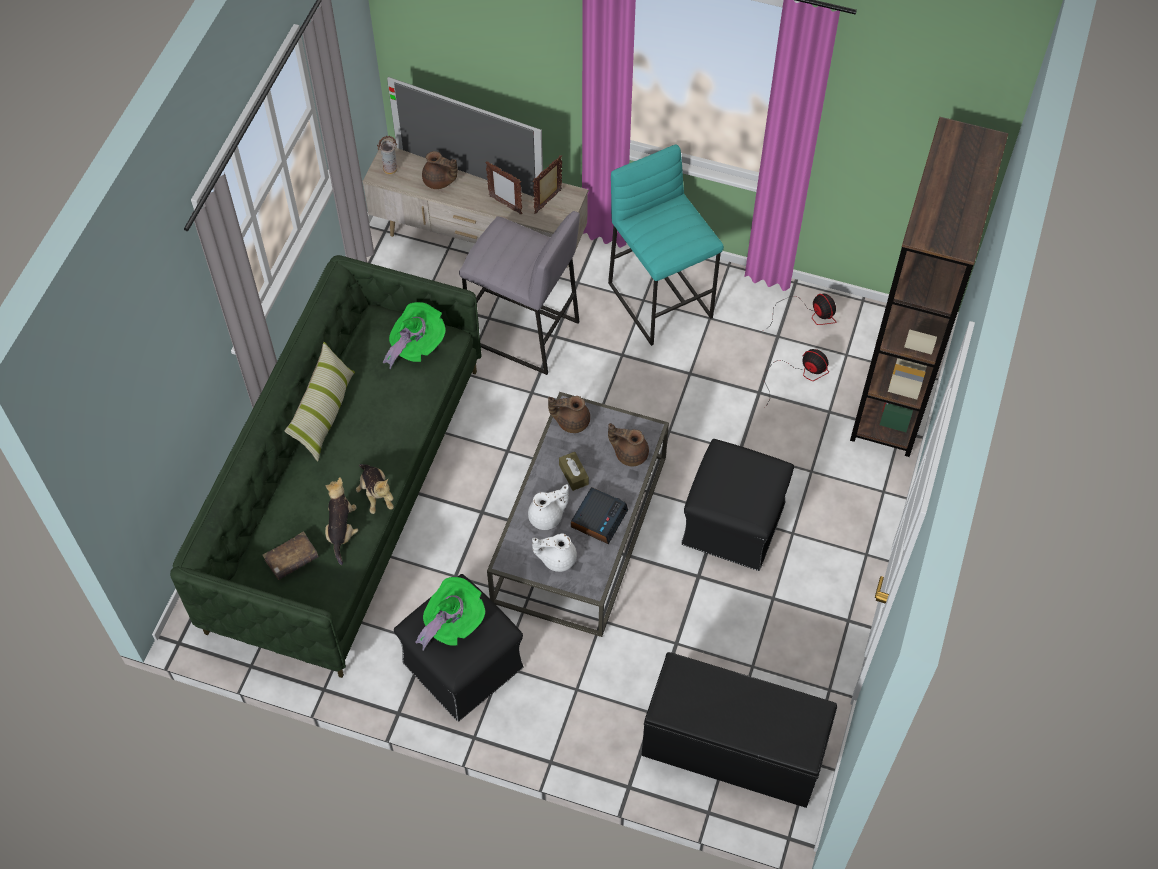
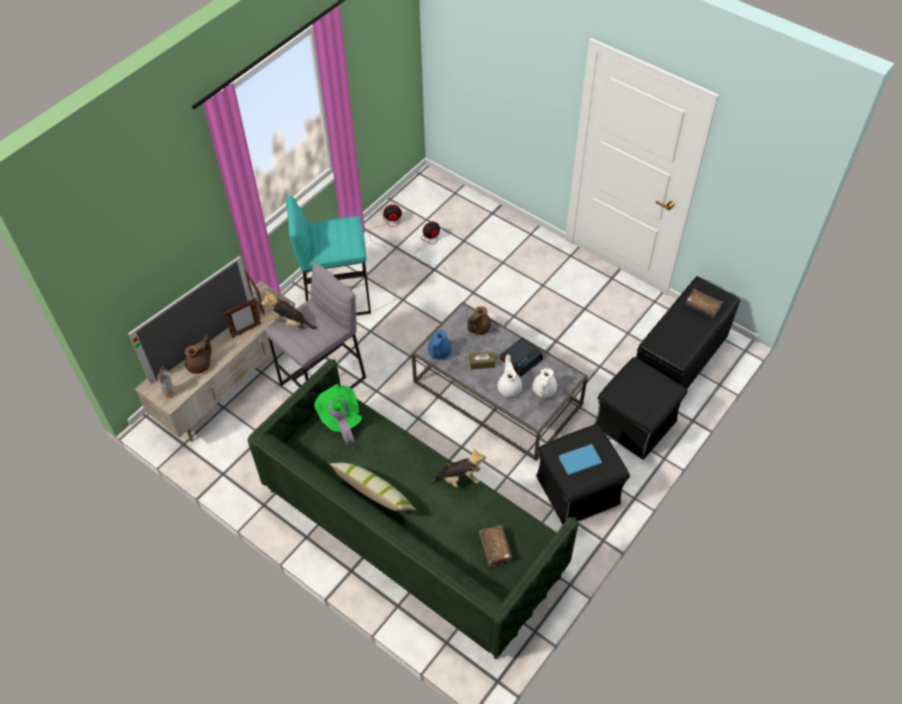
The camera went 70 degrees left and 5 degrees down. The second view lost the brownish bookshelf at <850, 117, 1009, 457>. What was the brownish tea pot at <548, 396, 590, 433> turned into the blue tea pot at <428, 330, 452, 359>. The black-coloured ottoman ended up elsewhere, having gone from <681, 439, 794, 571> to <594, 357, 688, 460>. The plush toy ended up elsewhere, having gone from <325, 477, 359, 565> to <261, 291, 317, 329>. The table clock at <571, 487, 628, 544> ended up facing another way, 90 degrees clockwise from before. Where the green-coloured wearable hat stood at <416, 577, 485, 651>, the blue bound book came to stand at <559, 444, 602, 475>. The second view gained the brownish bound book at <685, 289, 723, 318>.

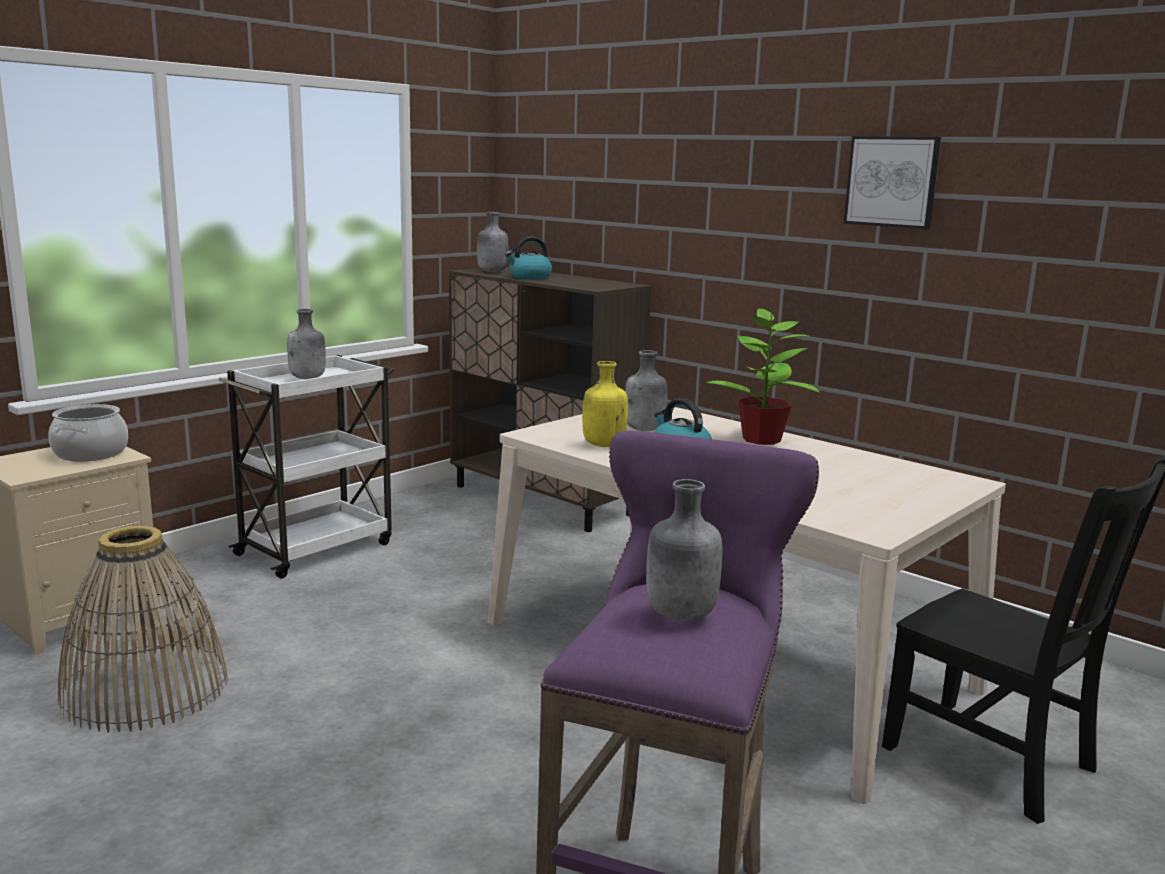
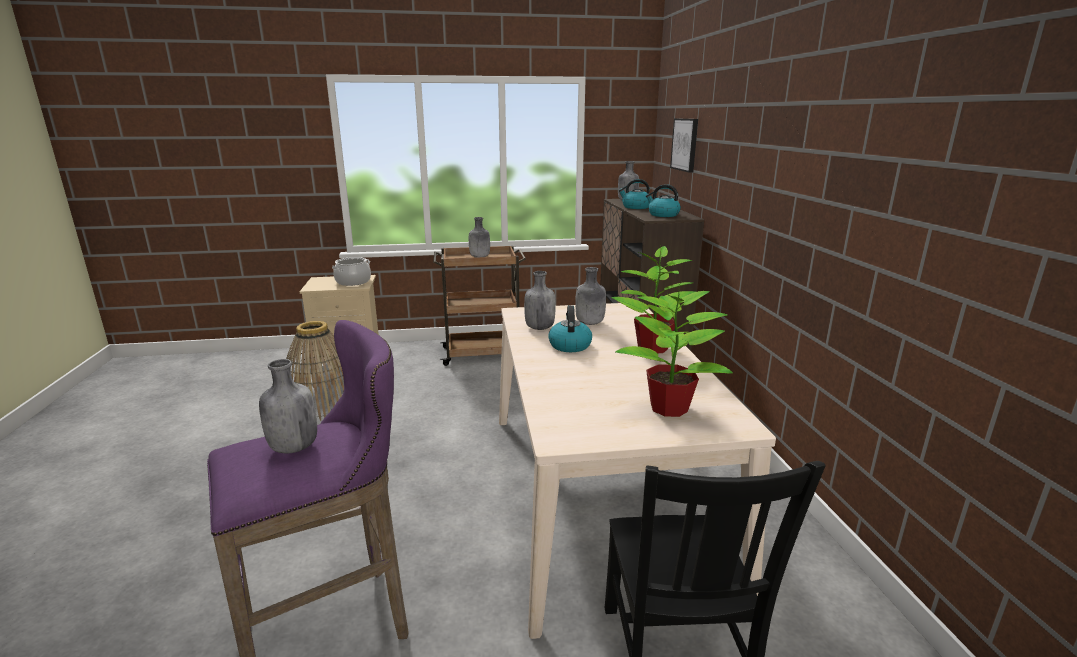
The camera went 40 degrees right and 5 degrees up. The wall art ended up elsewhere, having gone from <844, 136, 941, 229> to <670, 119, 698, 173>. What was the white-coloured wheeled cart at <218, 355, 394, 578> turned into the brownish wheeled cart at <433, 246, 526, 366>. What was the yellowish bottle at <582, 361, 628, 447> turned into the grey bottle at <524, 271, 556, 330>. The second view gained the kettle at <646, 184, 681, 217>. The second view gained the houseplant at <615, 282, 733, 417>.

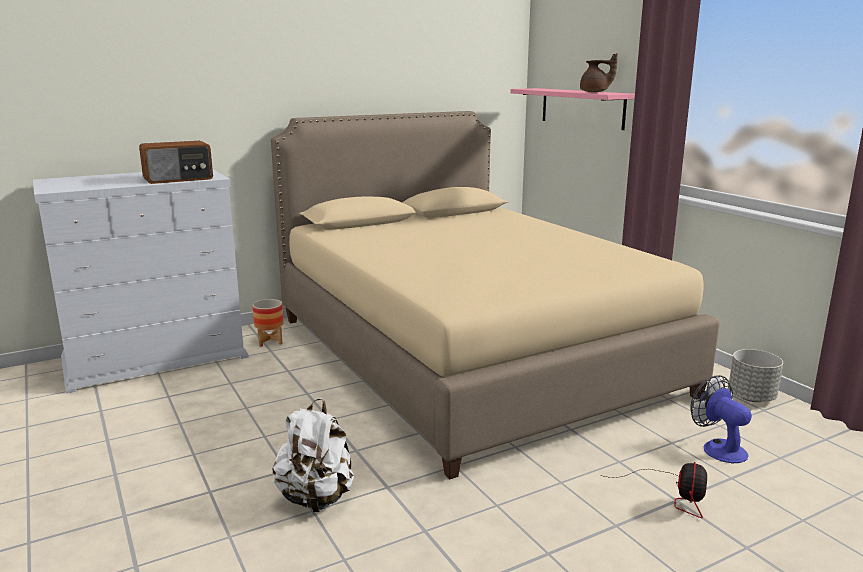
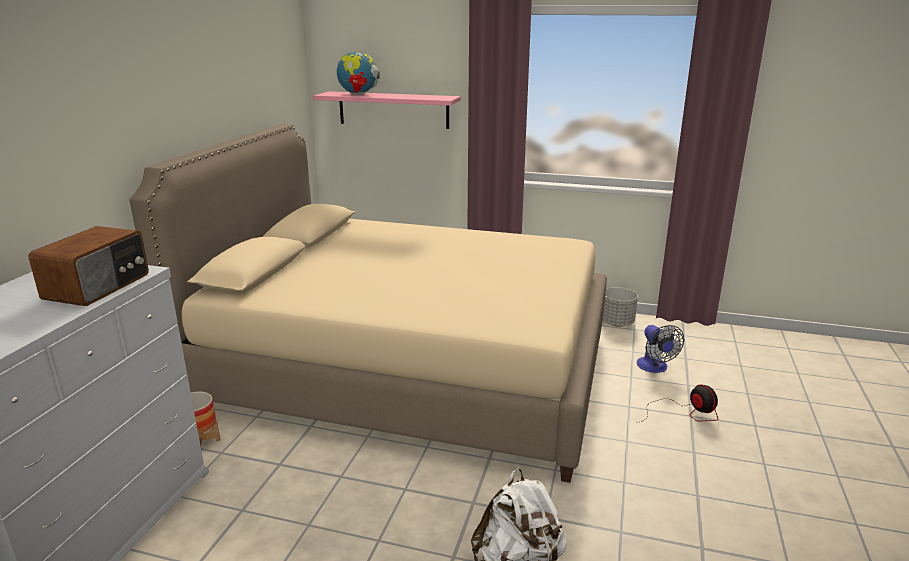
The camera went 45 degrees left and 5 degrees up. The second view lost the brownish tea pot at <580, 53, 618, 92>. The electric fan at <691, 375, 752, 463> ended up facing another way, 120 degrees counterclockwise from before. The second view gained the globe at <337, 51, 380, 95>.

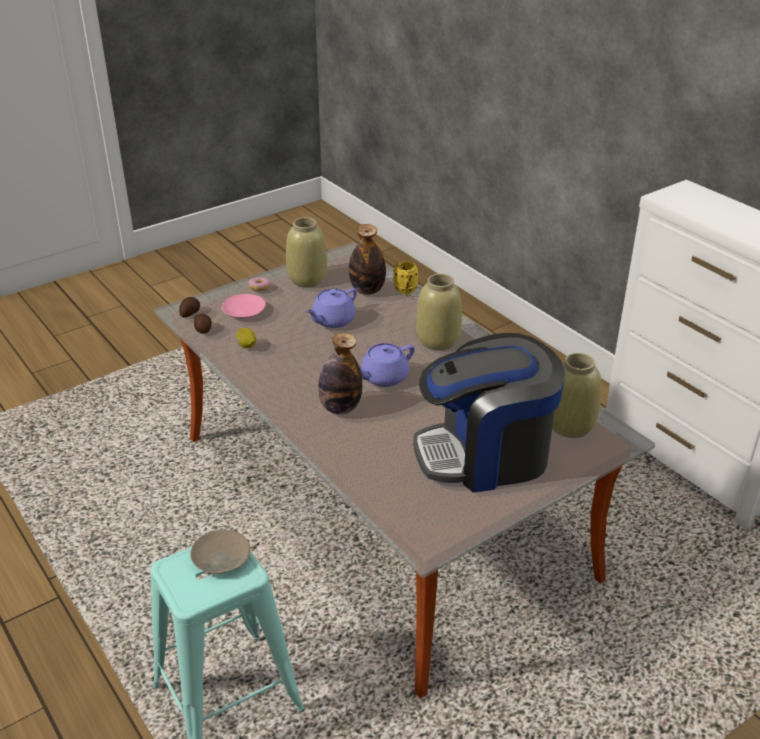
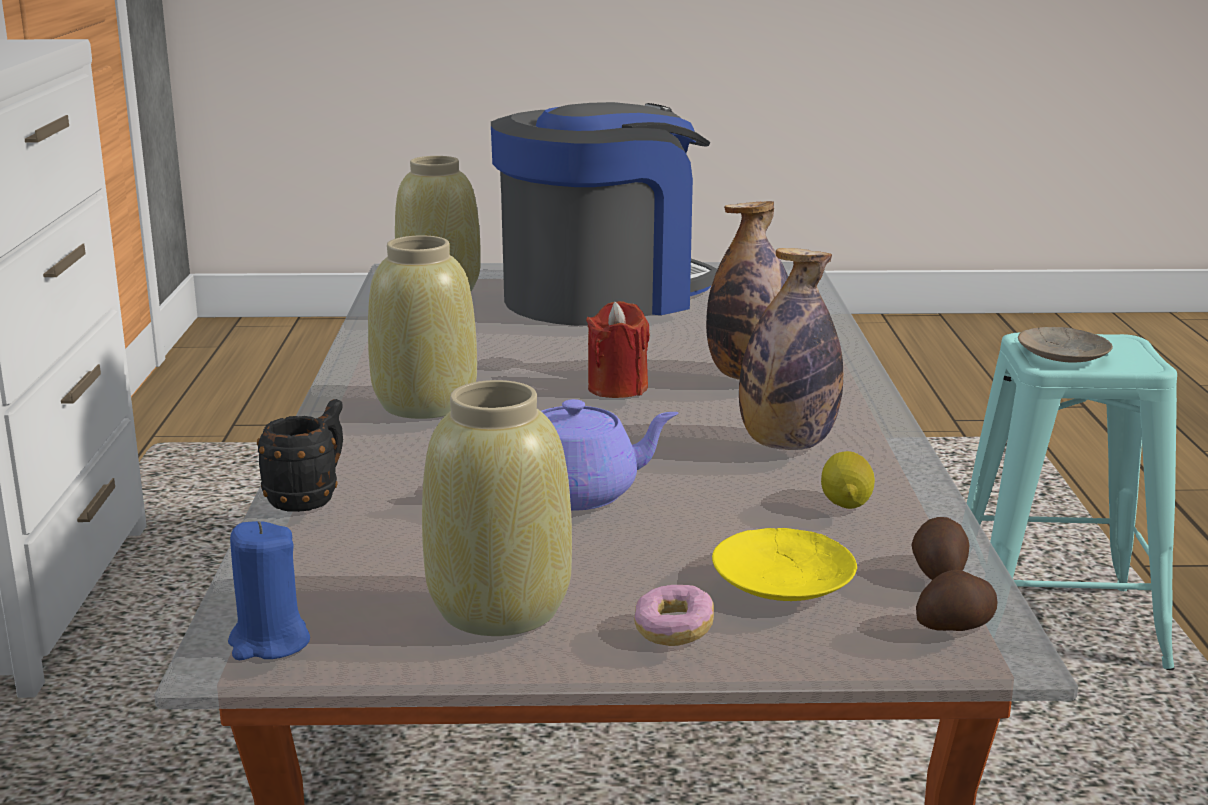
The camera went 145 degrees left and 15 degrees down. The bottle ended up elsewhere, having gone from <349, 224, 386, 295> to <739, 248, 843, 450>. What was the yellowish coffee mug at <393, 261, 419, 296> turned into the black-coloured coffee mug at <257, 399, 343, 512>. What was the pink plate at <222, 294, 266, 318> turned into the yellowish plate at <712, 528, 857, 601>. The coffee maker at <413, 333, 565, 493> ended up facing another way, 60 degrees counterclockwise from before. Where the purple-coloured tea pot stood at <359, 343, 415, 387>, the reddish wax candle came to stand at <586, 301, 650, 398>. The second view gained the blue wax candle at <228, 521, 310, 660>.

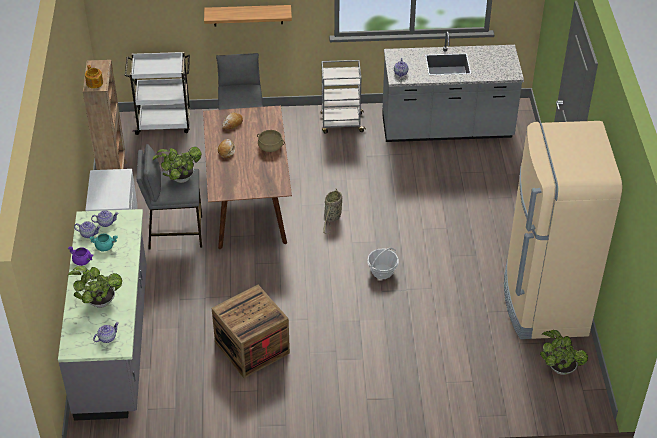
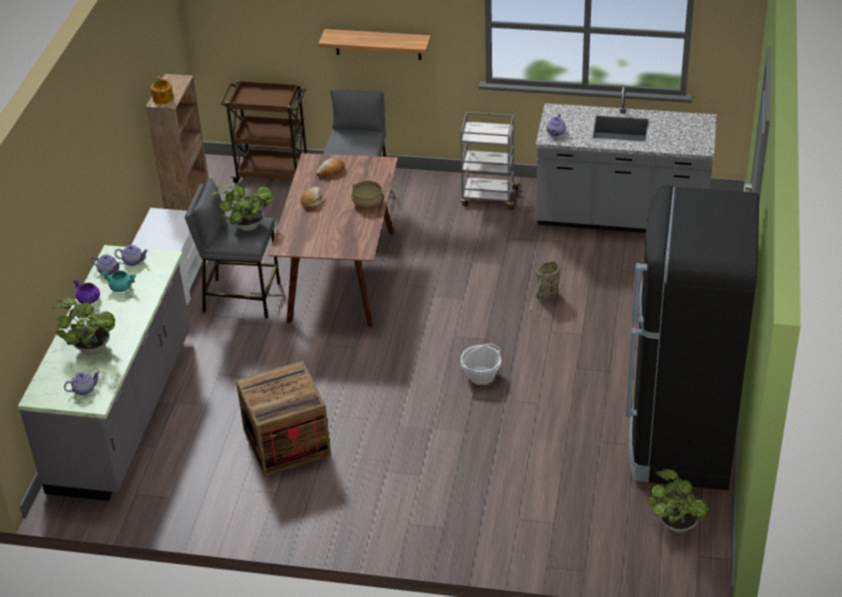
The camera went 15 degrees right and 5 degrees down. What was the white-coloured wheeled cart at <125, 52, 190, 135> turned into the brownish wheeled cart at <221, 80, 307, 183>. What was the beige fridge at <504, 121, 622, 339> turned into the black-coloured fridge at <626, 185, 759, 490>. The storage basket ended up elsewhere, having gone from <323, 188, 342, 234> to <529, 259, 561, 315>.

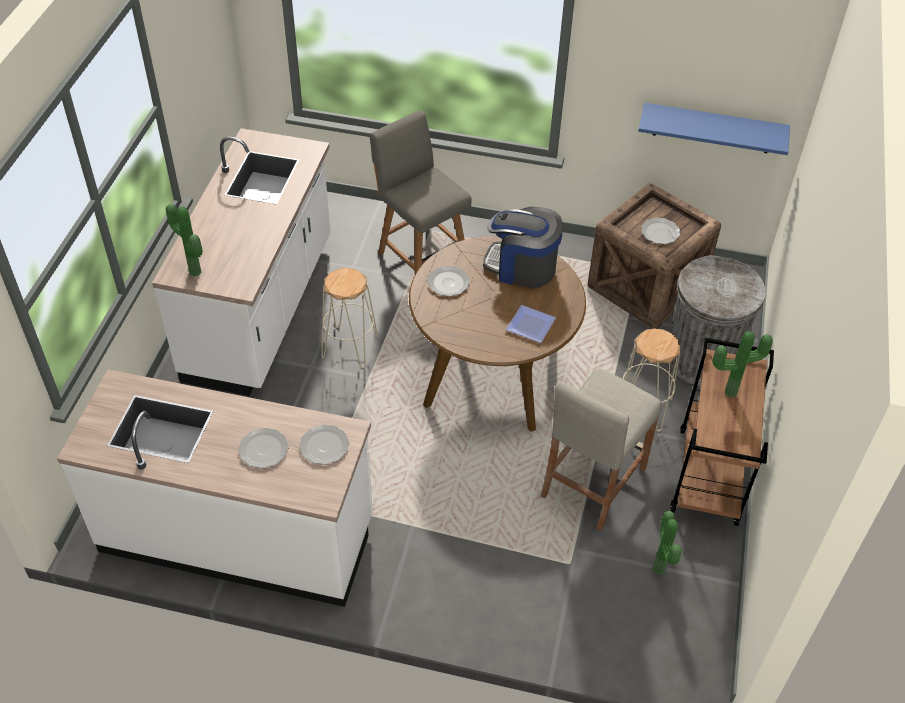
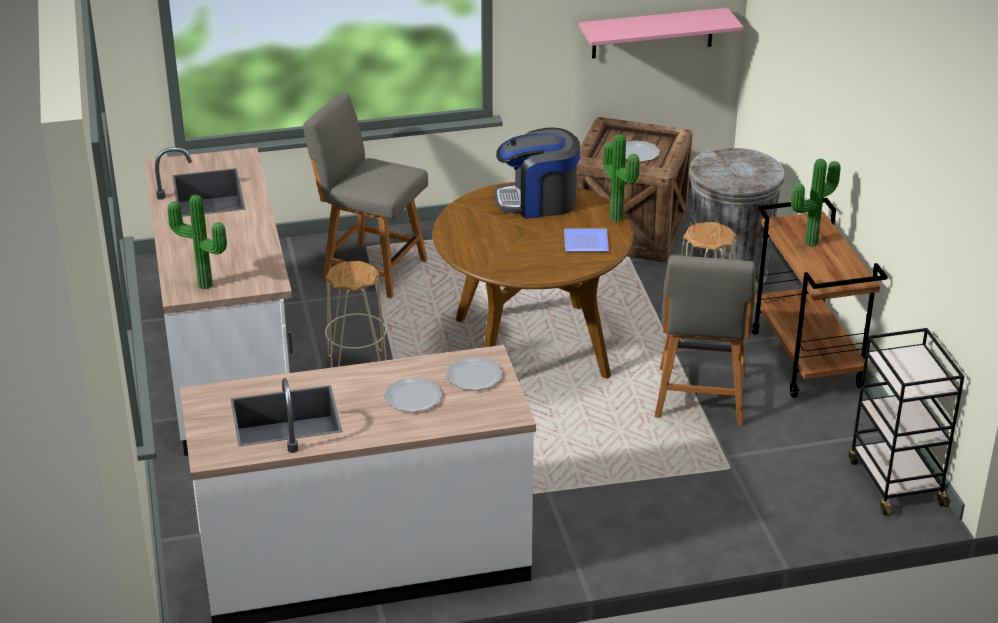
The camera went 25 degrees left and 15 degrees down. What was the blue shelf at <638, 103, 790, 155> turned into the pink shelf at <578, 8, 744, 59>. The second view lost the plate at <427, 266, 470, 296>. Where the beige sitting stool stood at <541, 368, 662, 531>, the grey upright chair came to stand at <655, 255, 755, 426>. The houseplant ended up elsewhere, having gone from <653, 511, 682, 575> to <603, 134, 639, 222>. The second view gained the black-coloured wheeled cart at <849, 328, 964, 516>.

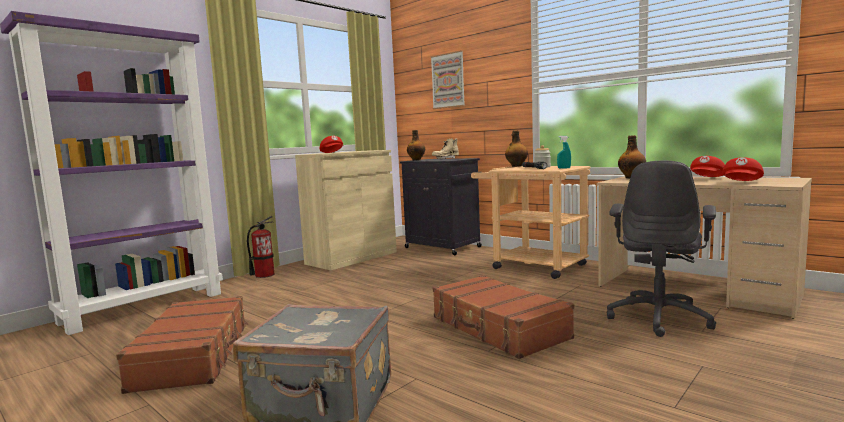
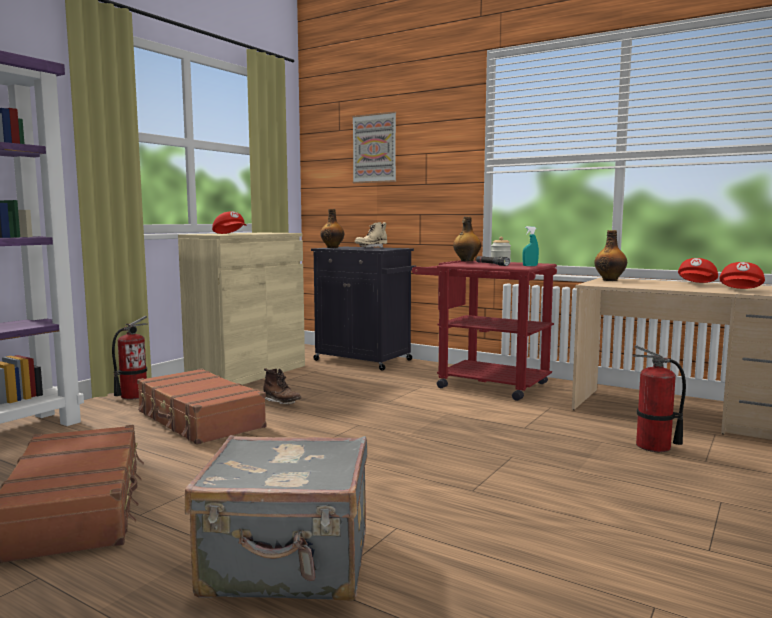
The camera went 10 degrees left and 0 degrees up. Where the grey office chair stood at <607, 160, 716, 337>, the fire extinguisher came to stand at <633, 345, 686, 452>. What was the beige wheeled cart at <471, 166, 590, 279> turned into the reddish wheeled cart at <412, 260, 557, 401>. The brownish suitcase ended up elsewhere, having gone from <433, 275, 574, 359> to <137, 368, 266, 445>. The second view gained the brownish tall boot at <263, 368, 301, 404>.

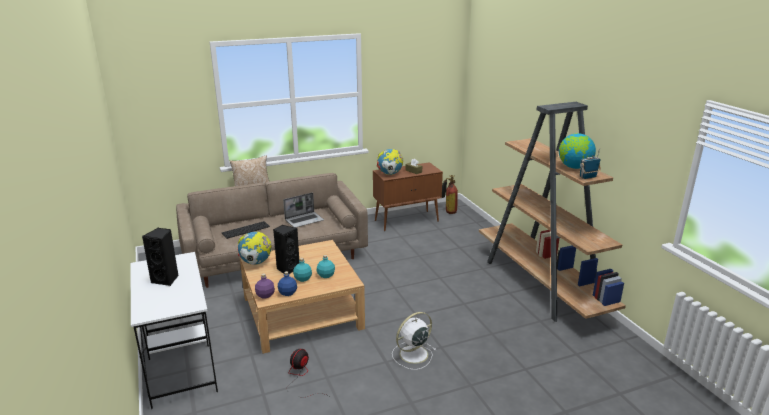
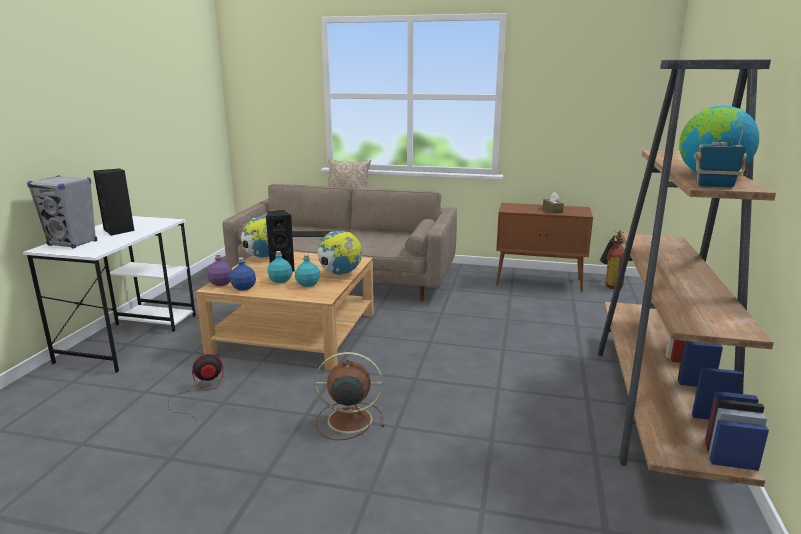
The camera went 35 degrees right and 5 degrees down. The globe ended up elsewhere, having gone from <377, 149, 403, 175> to <318, 231, 362, 275>. The second view lost the portable computer at <283, 192, 324, 228>. What was the white-coloured electric fan at <392, 312, 436, 370> turned into the brownish electric fan at <315, 352, 384, 440>. The second view gained the grey loudspeaker at <27, 176, 97, 249>.

